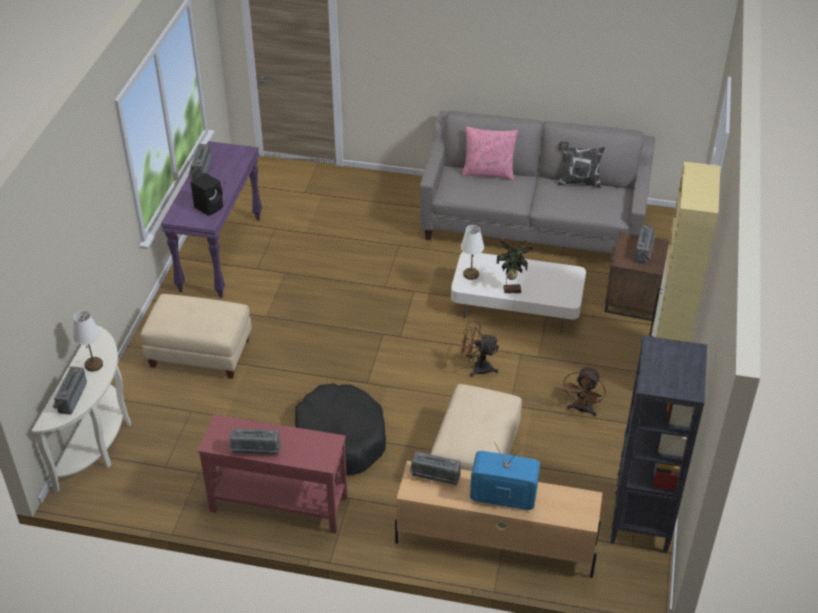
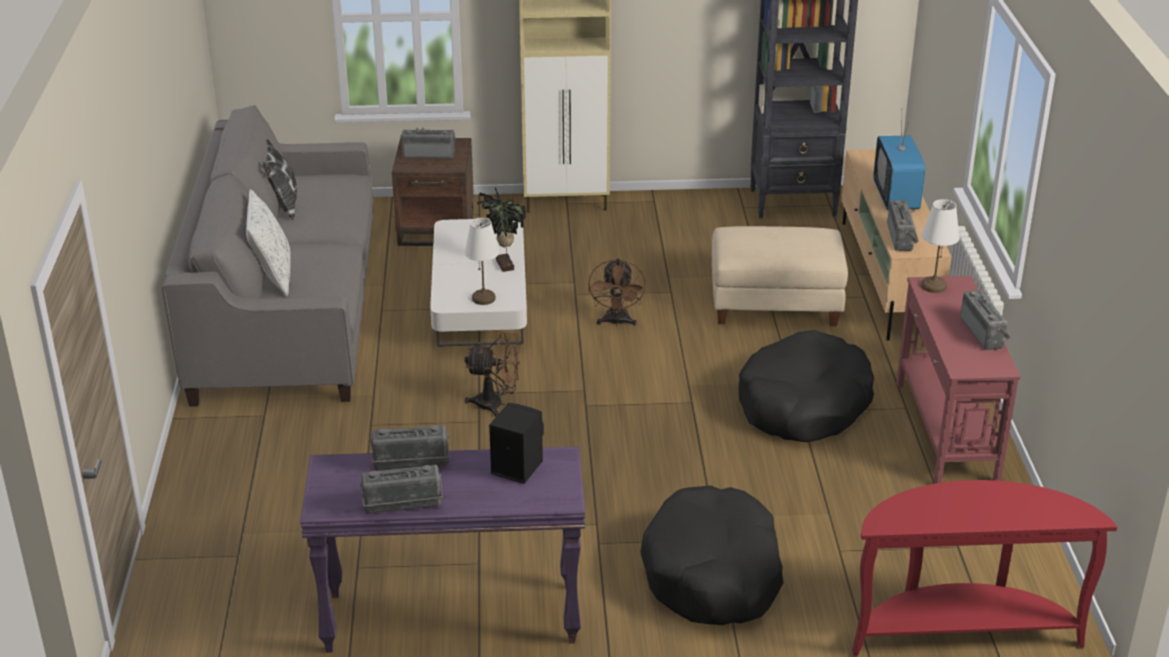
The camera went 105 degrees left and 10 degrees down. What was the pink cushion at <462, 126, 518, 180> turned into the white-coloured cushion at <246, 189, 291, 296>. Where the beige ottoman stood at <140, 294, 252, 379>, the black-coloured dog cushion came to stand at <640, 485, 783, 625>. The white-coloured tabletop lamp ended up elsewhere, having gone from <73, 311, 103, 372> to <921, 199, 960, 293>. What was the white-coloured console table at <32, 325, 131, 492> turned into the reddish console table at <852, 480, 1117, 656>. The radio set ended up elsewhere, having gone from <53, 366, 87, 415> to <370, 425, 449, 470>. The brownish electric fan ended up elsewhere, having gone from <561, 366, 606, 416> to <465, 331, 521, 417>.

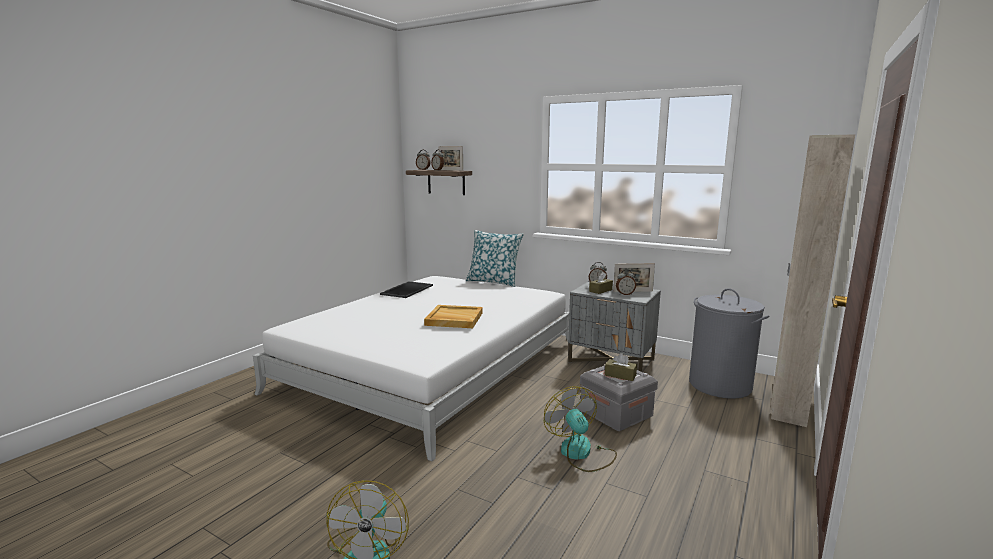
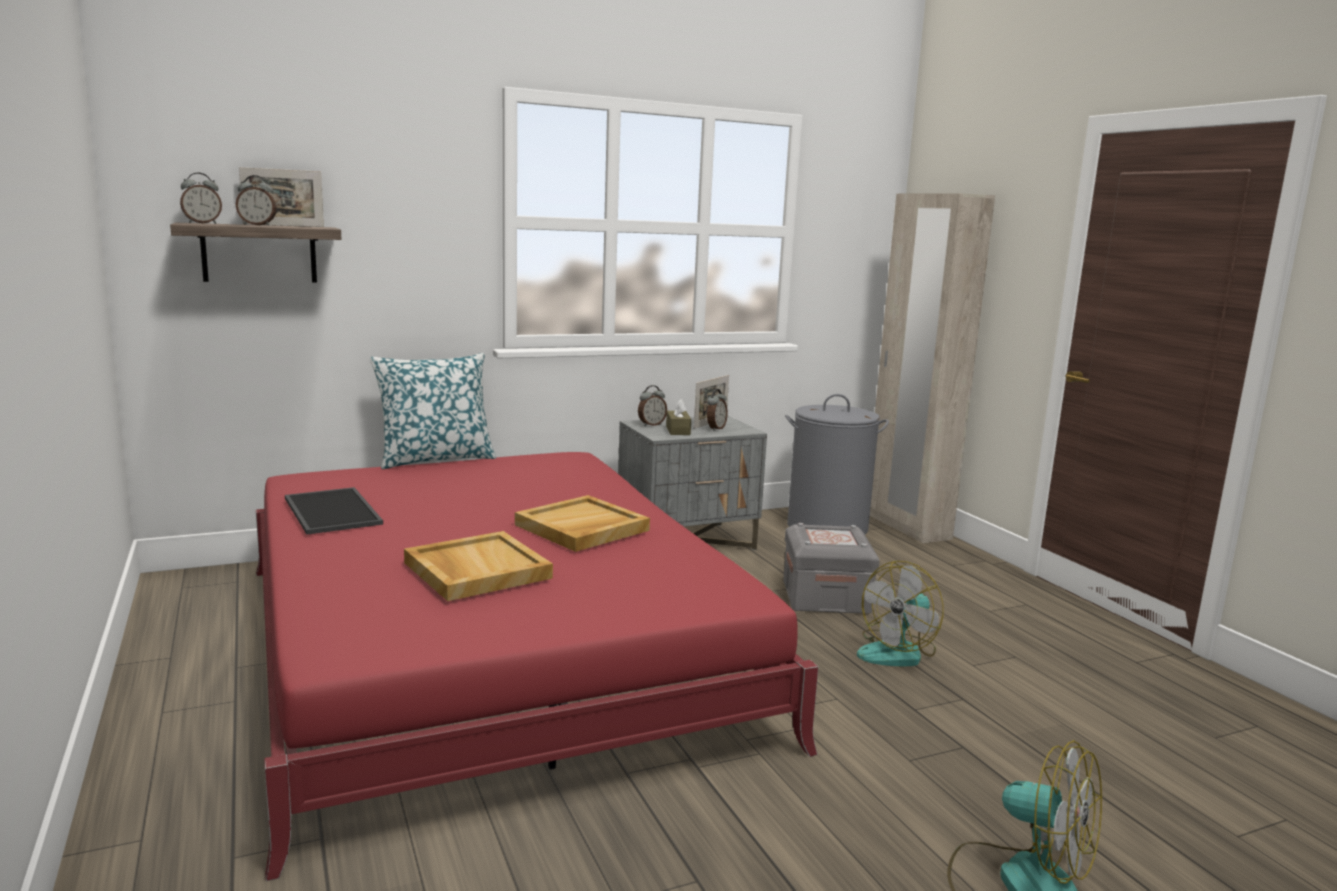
The camera went 55 degrees left and 0 degrees up. What was the white-coloured bed at <253, 276, 573, 461> turned into the reddish bed at <256, 452, 818, 881>. The second view lost the brownish box of tissues at <605, 353, 637, 381>. The electric fan at <544, 386, 617, 472> ended up facing another way, 60 degrees counterclockwise from before. The second view gained the beige serving tray at <404, 531, 553, 601>.

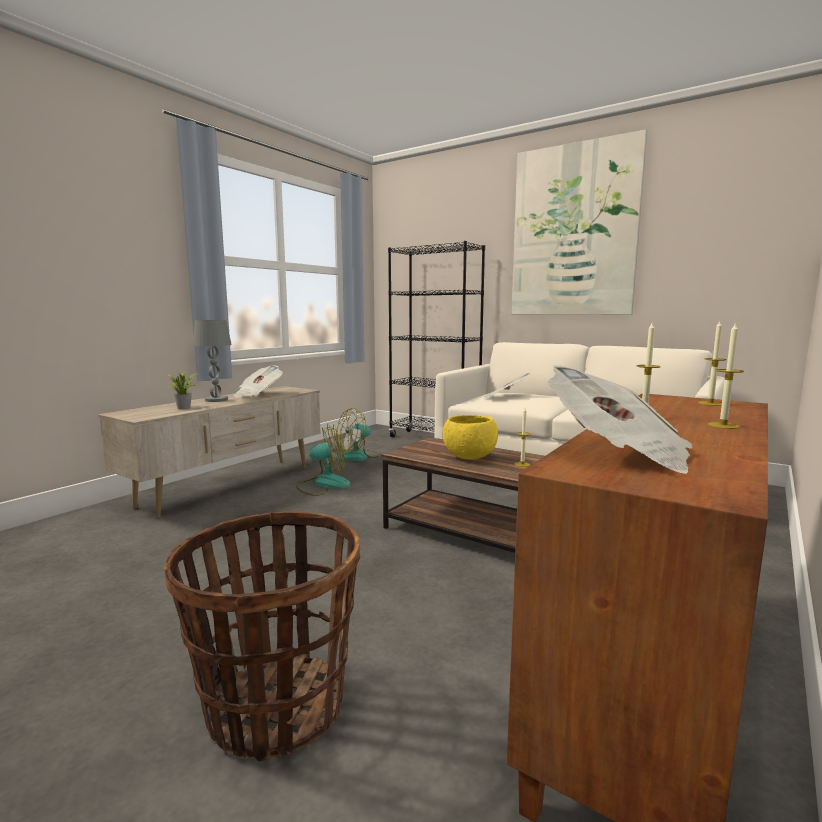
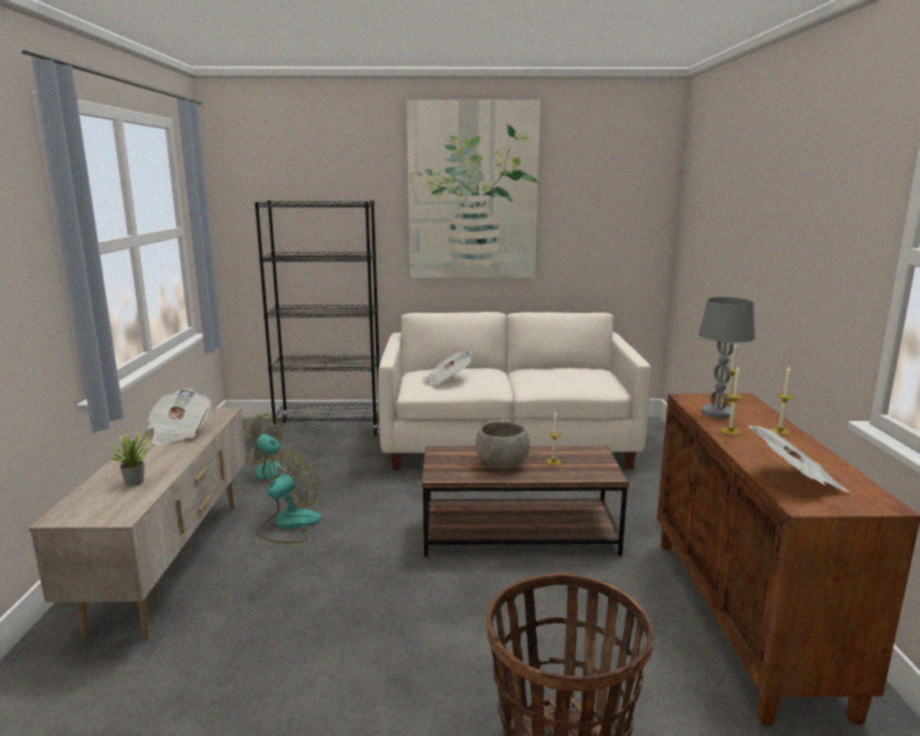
The camera went 35 degrees left and 5 degrees up. The grey tabletop lamp ended up elsewhere, having gone from <193, 320, 232, 402> to <698, 297, 755, 418>. The electric fan at <336, 408, 381, 461> ended up facing another way, 105 degrees clockwise from before. What was the yellowish serving bowl at <443, 415, 498, 459> turned into the grey serving bowl at <476, 421, 530, 469>.

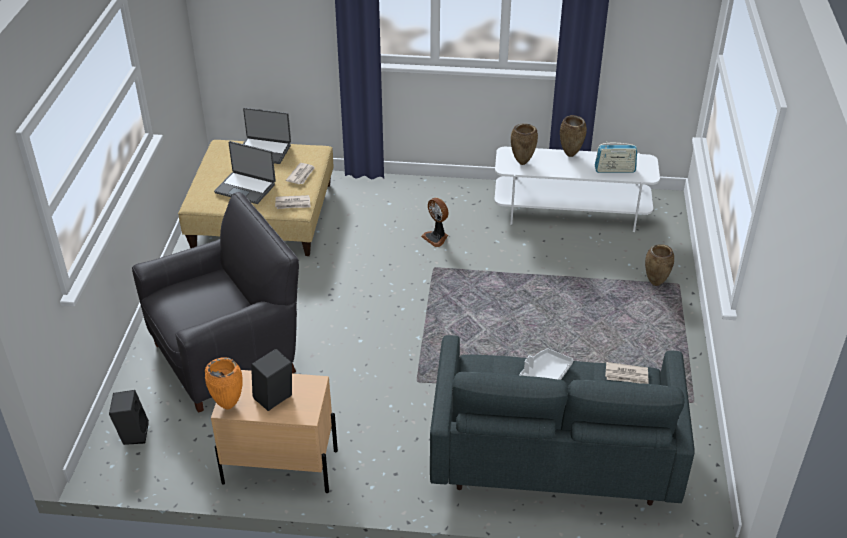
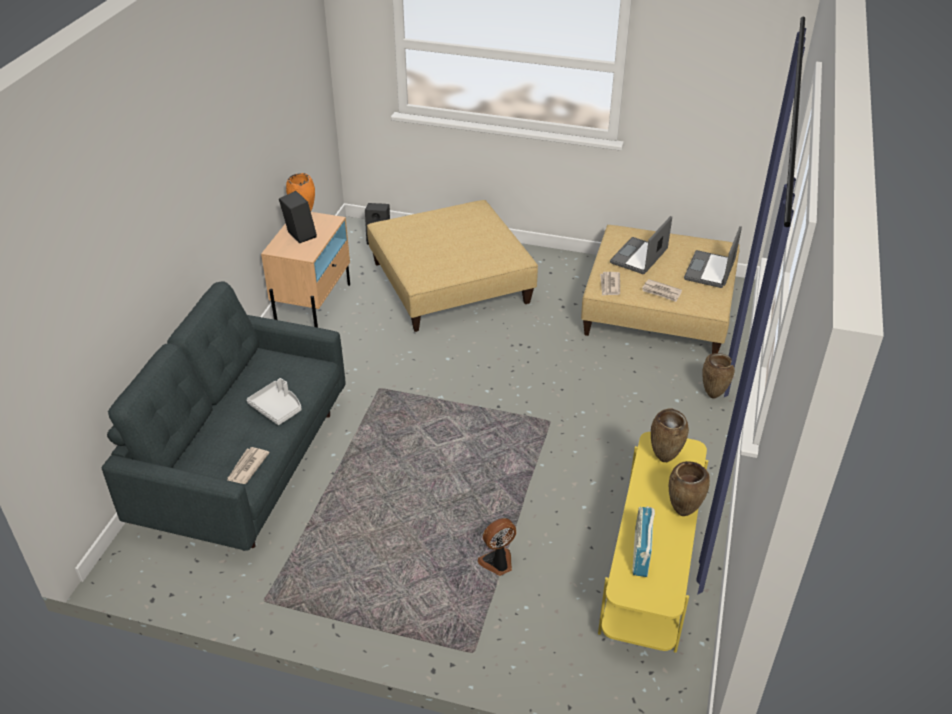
The camera went 100 degrees right and 0 degrees up. What was the white-coloured tv stand at <494, 147, 660, 232> turned into the yellowish tv stand at <598, 432, 708, 653>. Where the black-coloured lounge chair stood at <132, 192, 299, 413>, the beige ottoman came to stand at <367, 200, 538, 332>. The electric fan ended up elsewhere, having gone from <421, 197, 449, 247> to <478, 518, 516, 576>. The brownish decorative vase ended up elsewhere, having gone from <645, 244, 674, 286> to <702, 353, 735, 399>.

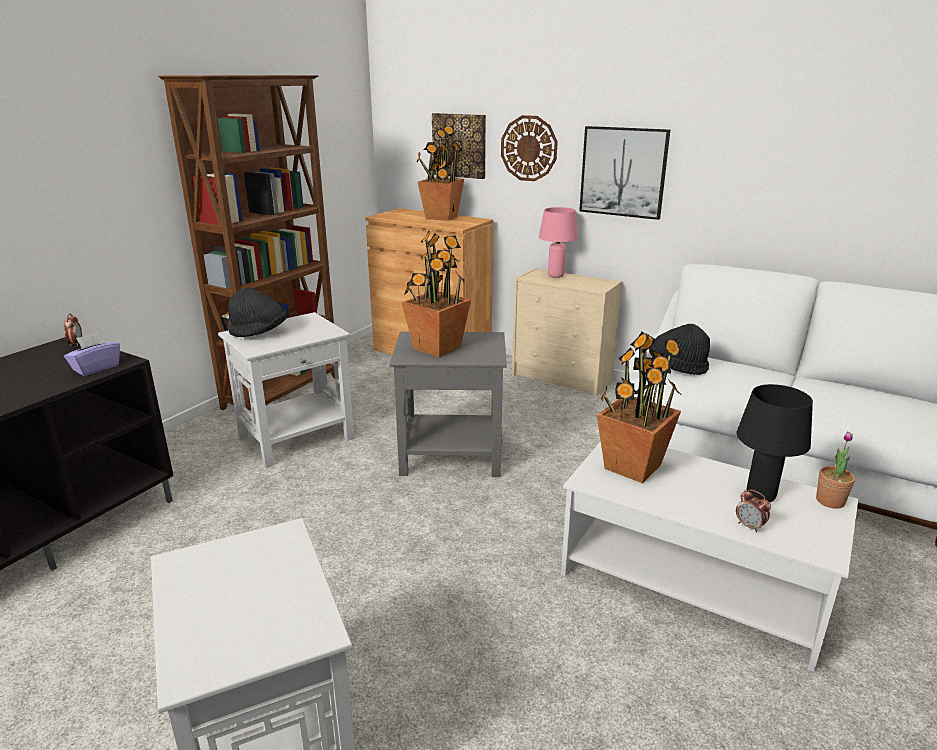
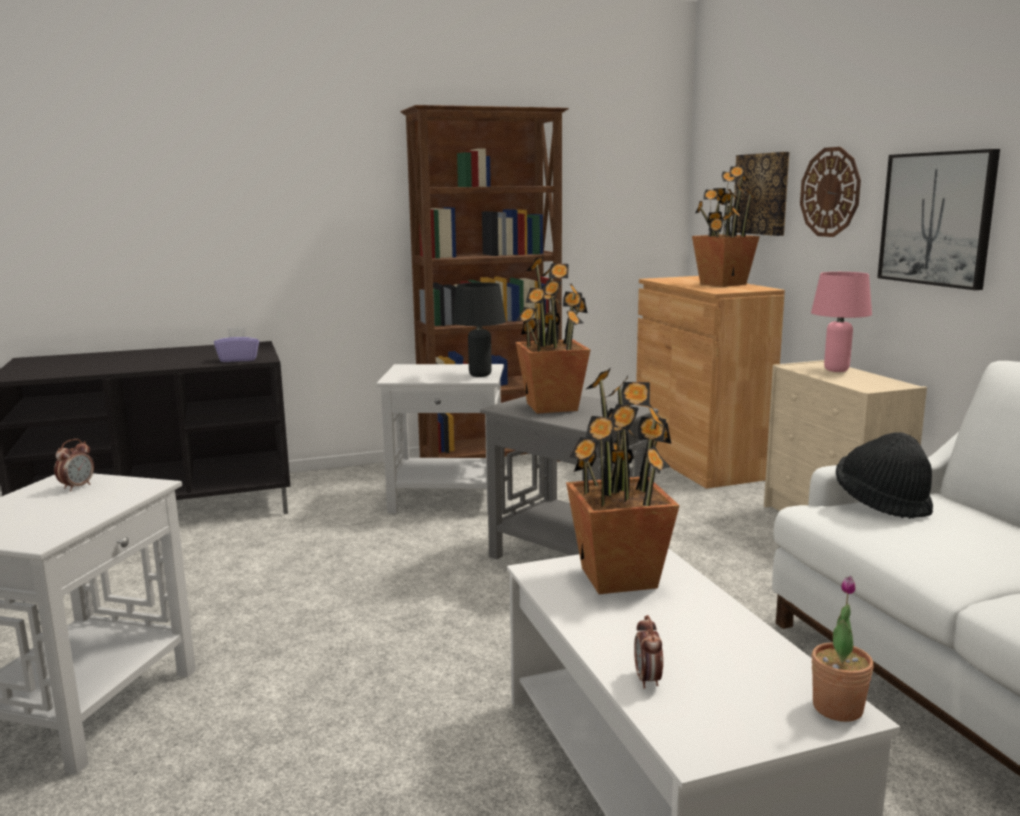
The camera went 40 degrees right and 10 degrees down. The second view lost the black-coloured wearable hat at <228, 288, 288, 337>. The table clock ended up elsewhere, having gone from <64, 313, 82, 347> to <54, 439, 94, 491>. The black-coloured tabletop lamp ended up elsewhere, having gone from <736, 384, 813, 502> to <452, 282, 506, 377>.

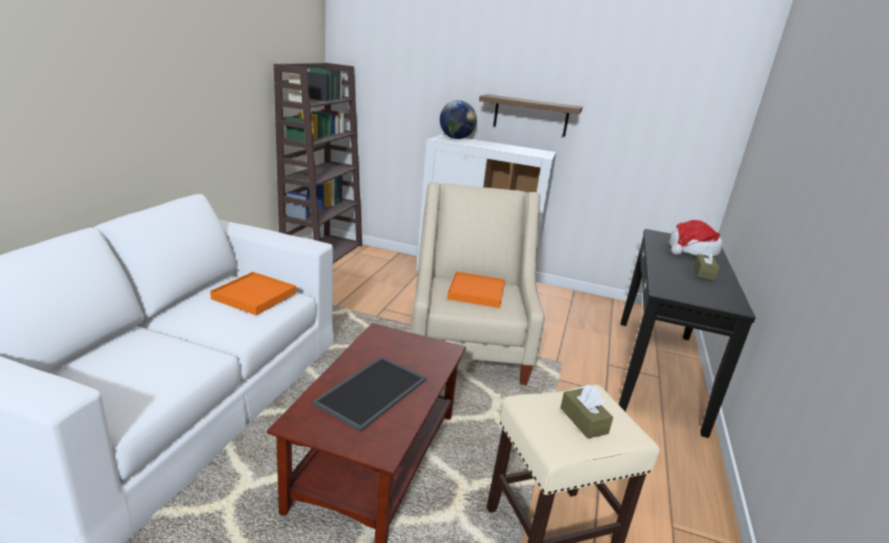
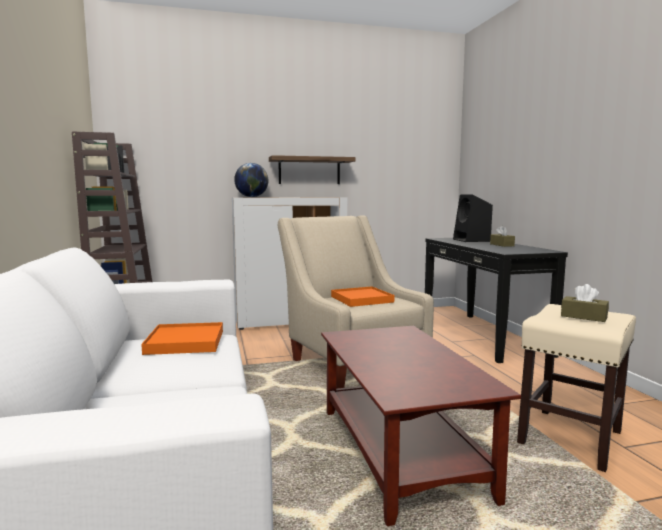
The camera went 30 degrees left and 15 degrees down. Where the wearable hat stood at <669, 220, 722, 256>, the black-coloured loudspeaker came to stand at <453, 194, 493, 242>. The second view lost the serving tray at <312, 356, 427, 432>.

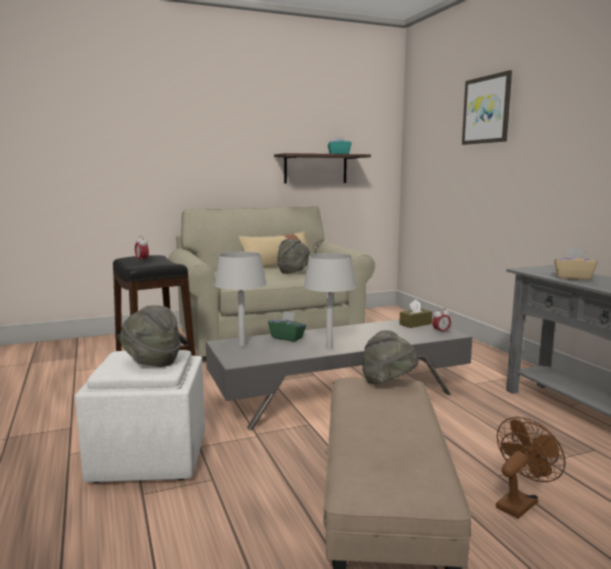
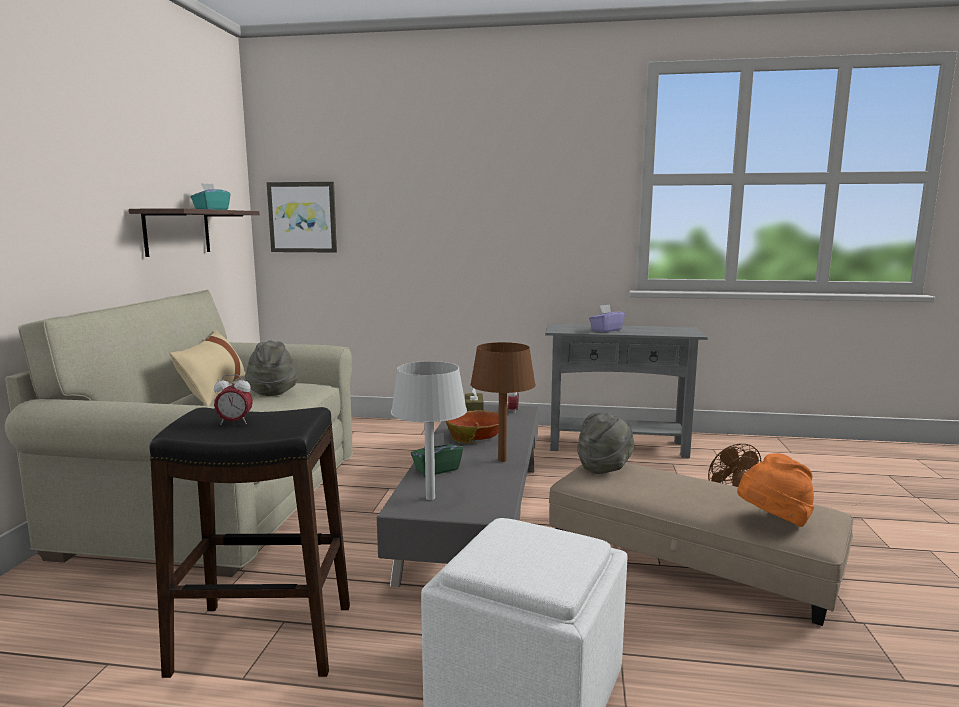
The camera went 60 degrees left and 0 degrees up. The wall art ended up elsewhere, having gone from <462, 70, 512, 145> to <267, 182, 337, 253>. What was the beige box of tissues at <554, 249, 597, 280> turned into the purple-coloured box of tissues at <589, 304, 625, 332>. What was the grey tabletop lamp at <304, 253, 356, 349> turned into the brownish tabletop lamp at <470, 342, 536, 462>. The second view lost the grey wearable hat at <120, 305, 181, 367>. The second view gained the serving bowl at <446, 410, 508, 444>. The second view gained the orange wearable hat at <737, 453, 814, 527>.

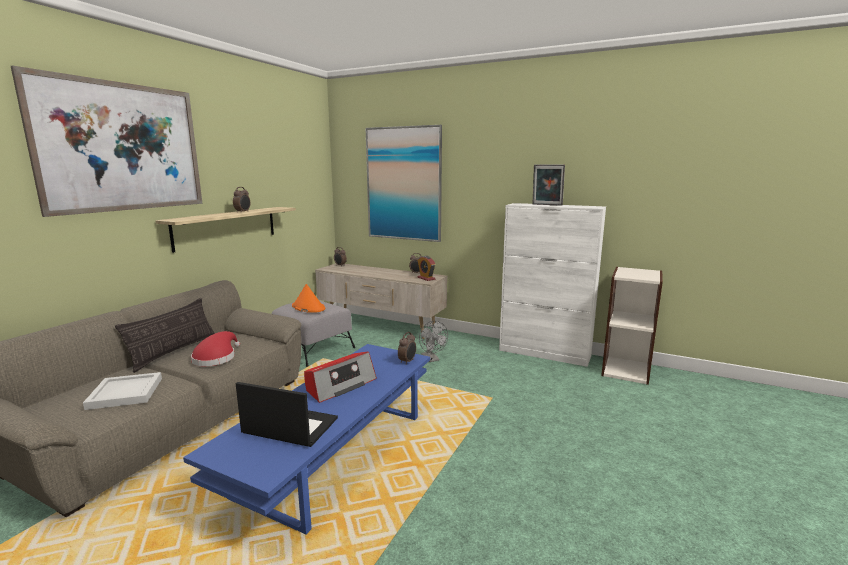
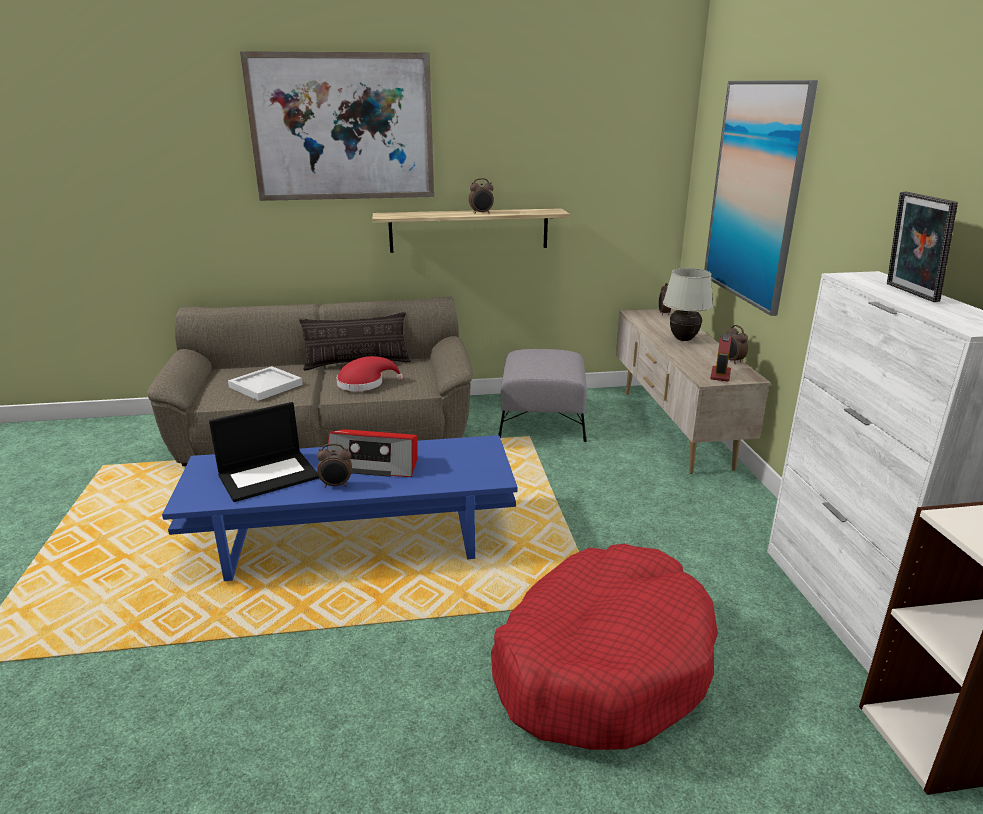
The camera went 55 degrees right and 10 degrees up. The second view lost the orange wearable hat at <292, 284, 325, 313>. The second view lost the grey electric fan at <419, 321, 448, 362>. The table clock ended up elsewhere, having gone from <398, 332, 416, 364> to <317, 443, 352, 488>. The portable computer at <236, 382, 338, 447> ended up facing another way, 75 degrees clockwise from before. The second view gained the white-coloured tabletop lamp at <663, 268, 713, 341>. The second view gained the reddish dog cushion at <491, 544, 718, 750>.

